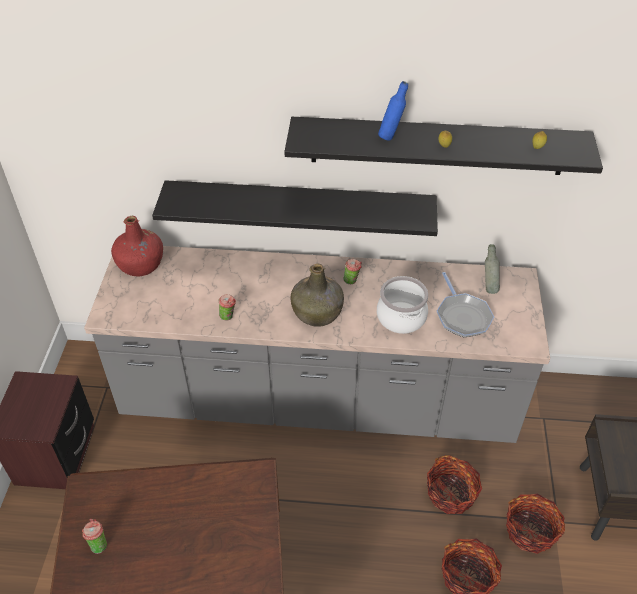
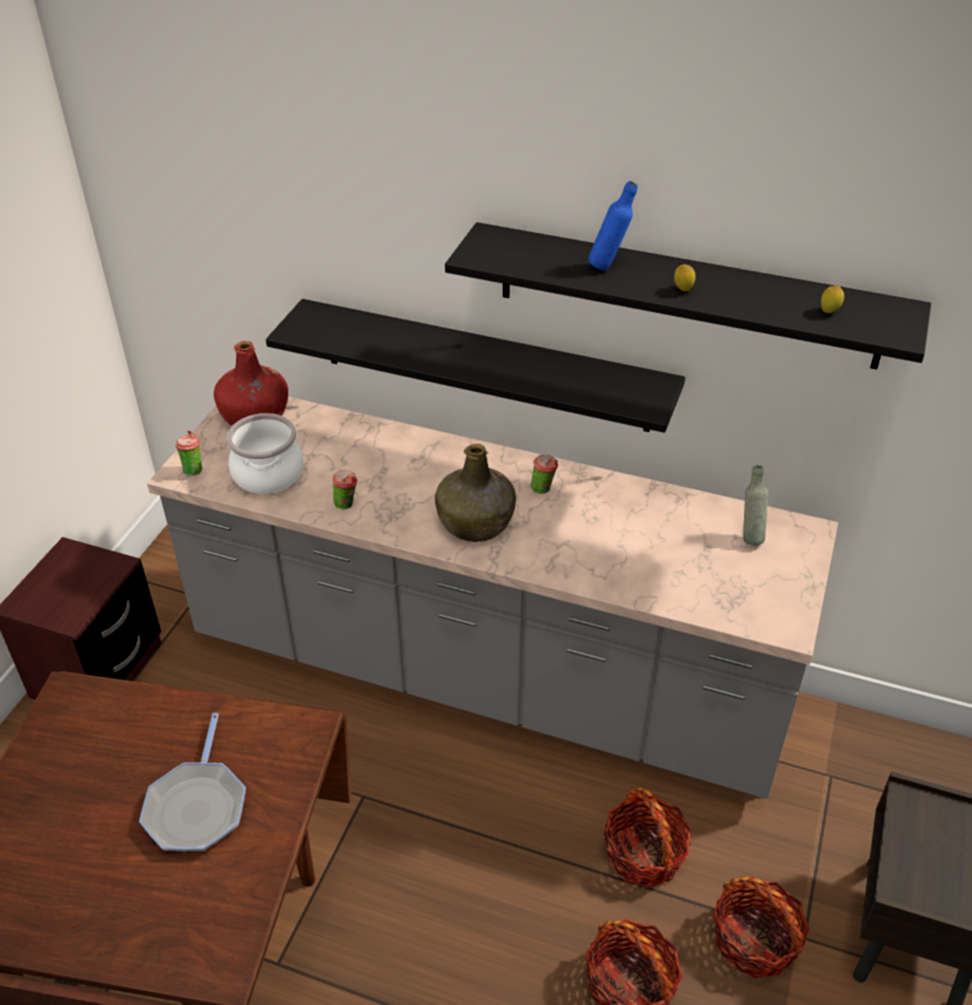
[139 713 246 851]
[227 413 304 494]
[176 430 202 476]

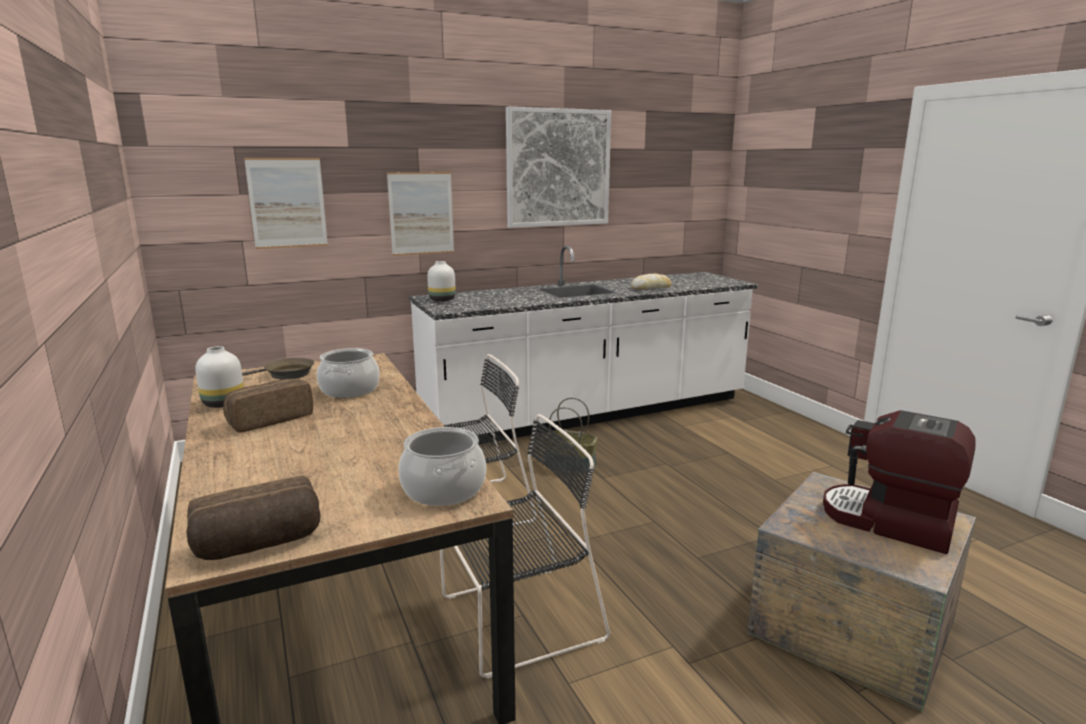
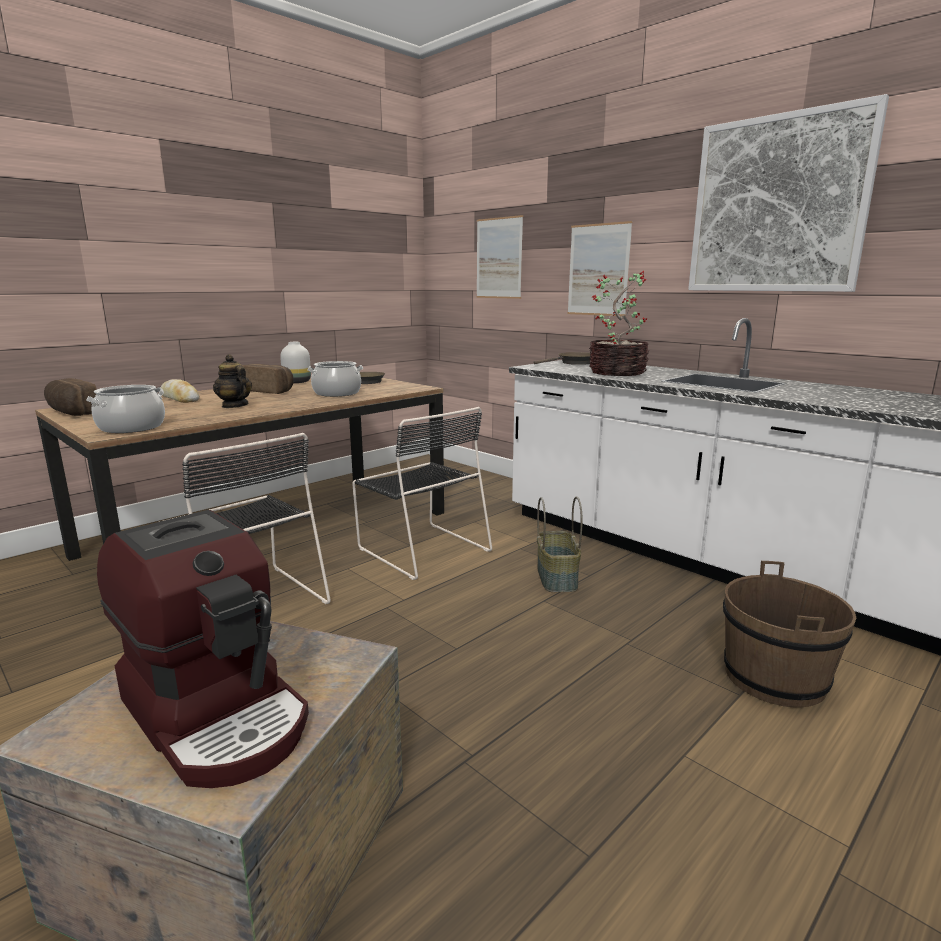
[534 352 590 365]
[160 379 200 403]
[97 510 309 788]
[589 270 649 376]
[213 354 252 408]
[723 561 856 708]

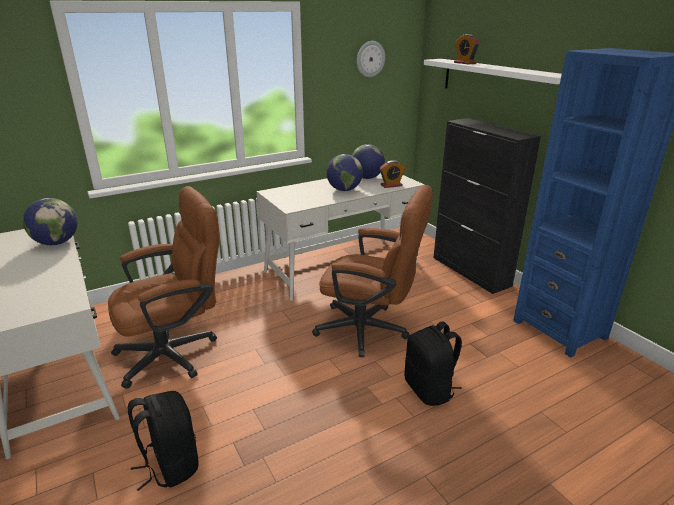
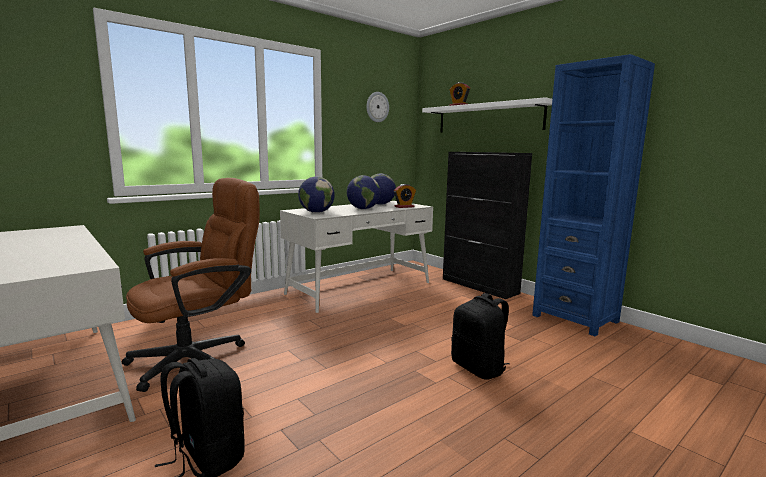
[312 185 433 357] (first image)
[298 177 335 213]

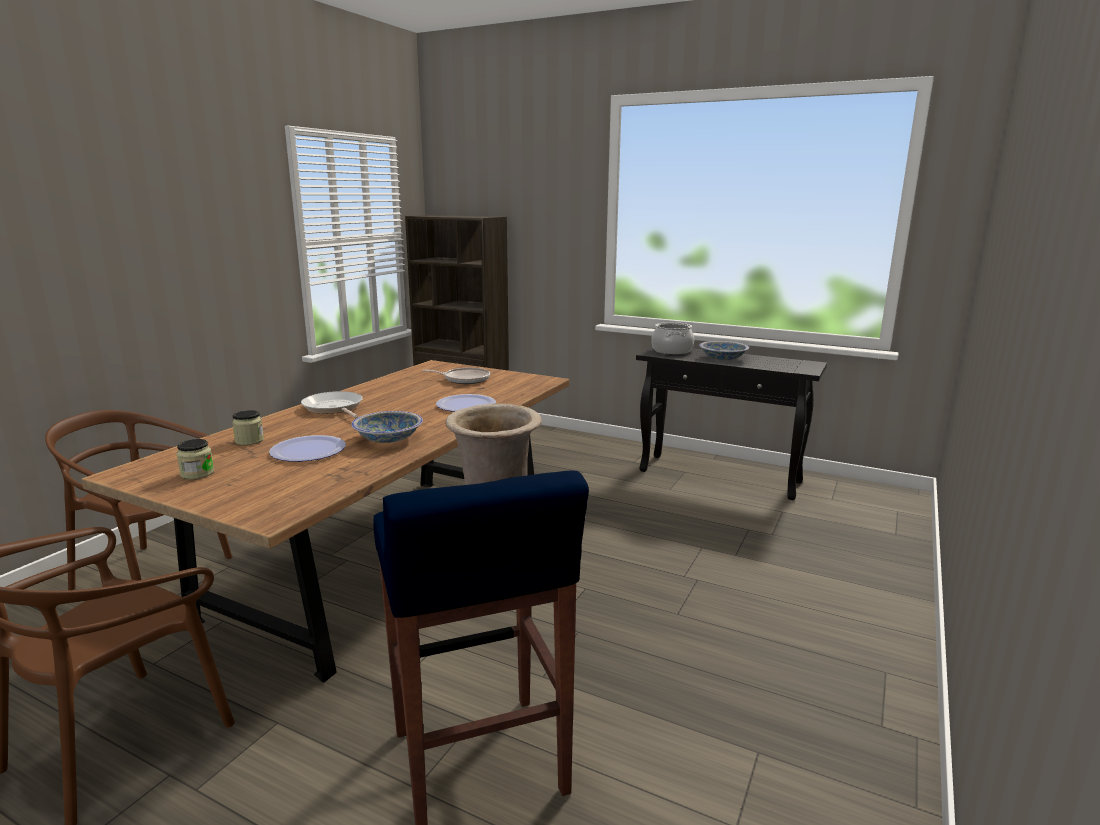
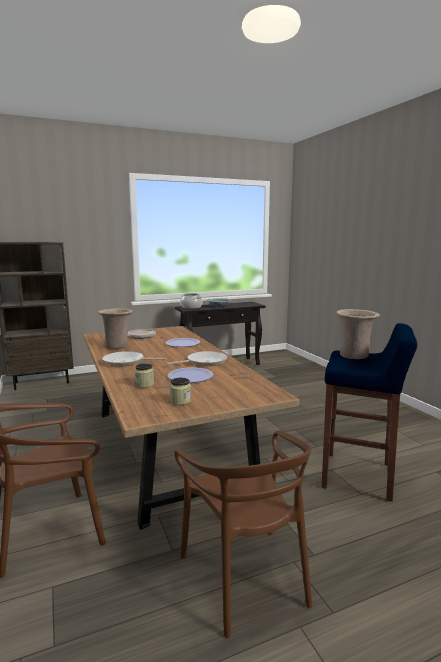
[167 351 227 366]
[98 308 133 349]

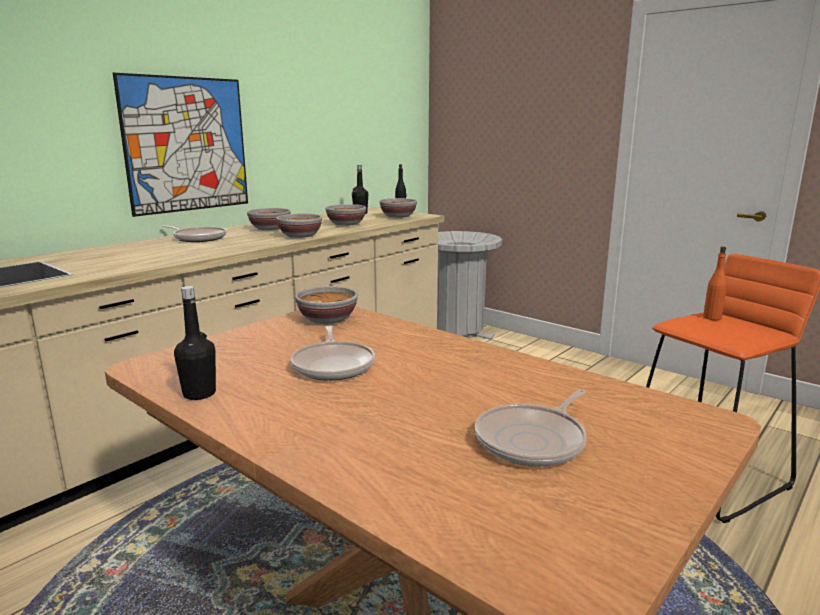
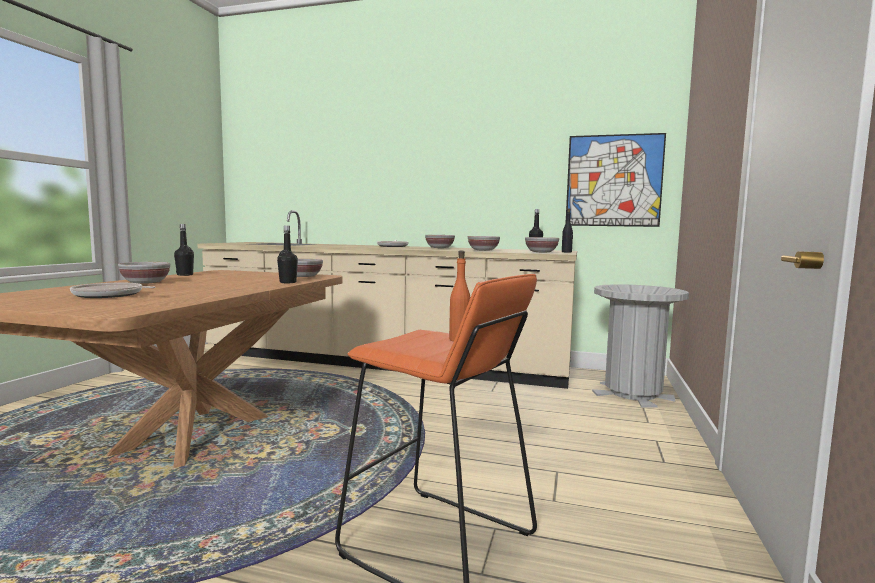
[565 133 666 227]
[118 262 170 284]
[290 326 375 381] (first image)
[277 226 298 283]

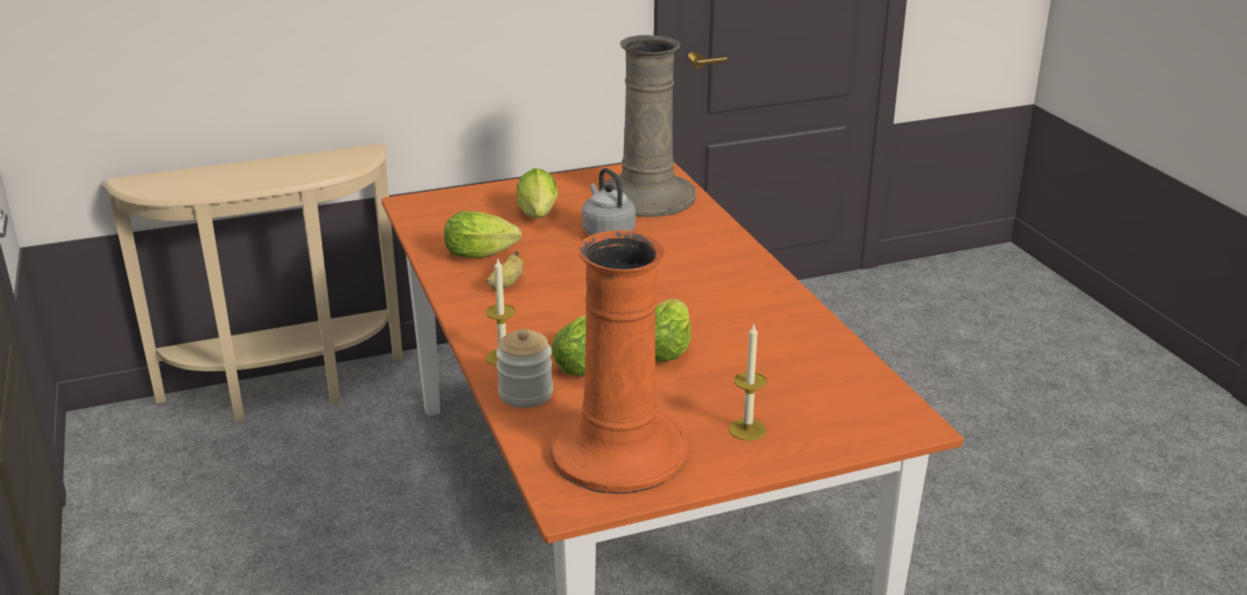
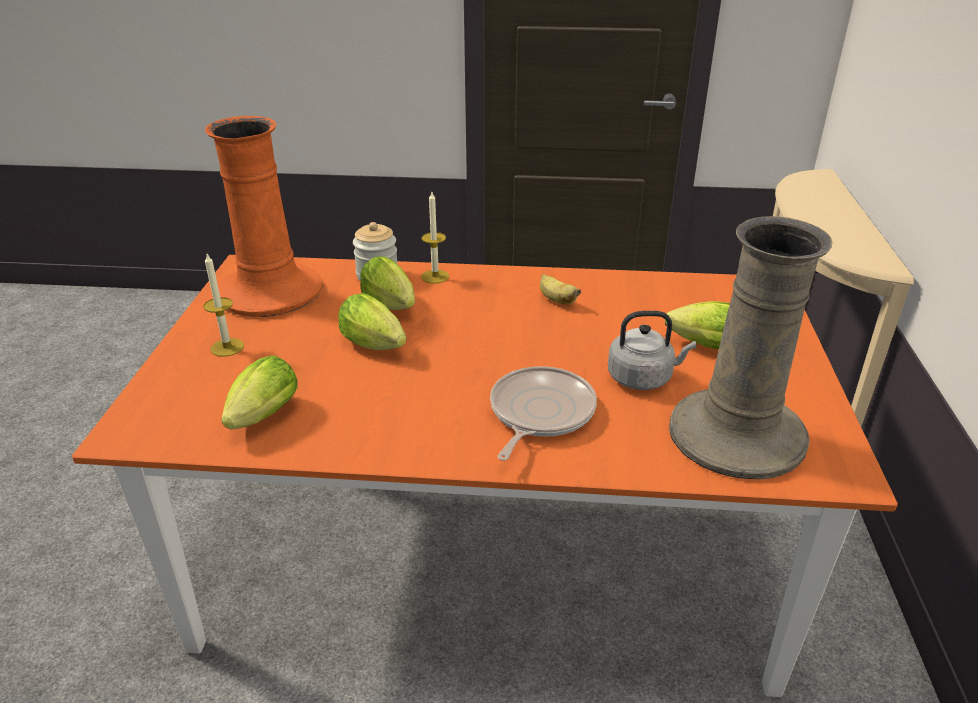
[221 356 298 430]
[490 366 597 461]

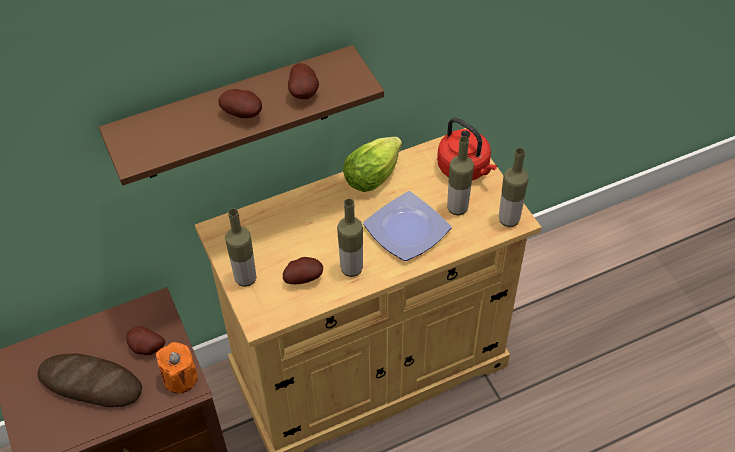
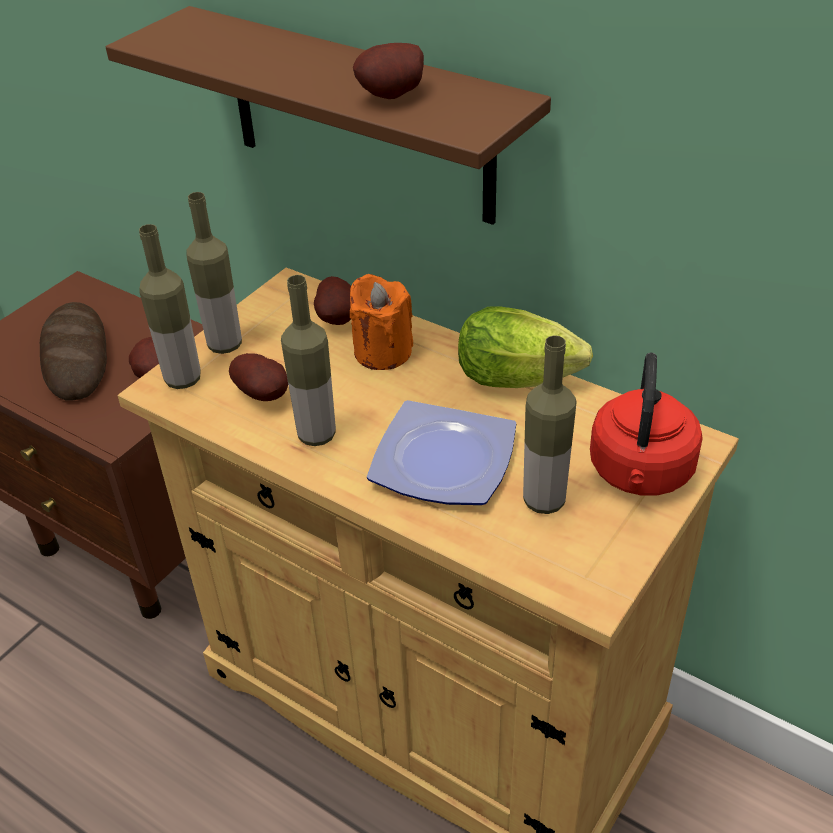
[314 276 351 325]
[139 224 201 389]
[350 274 413 370]

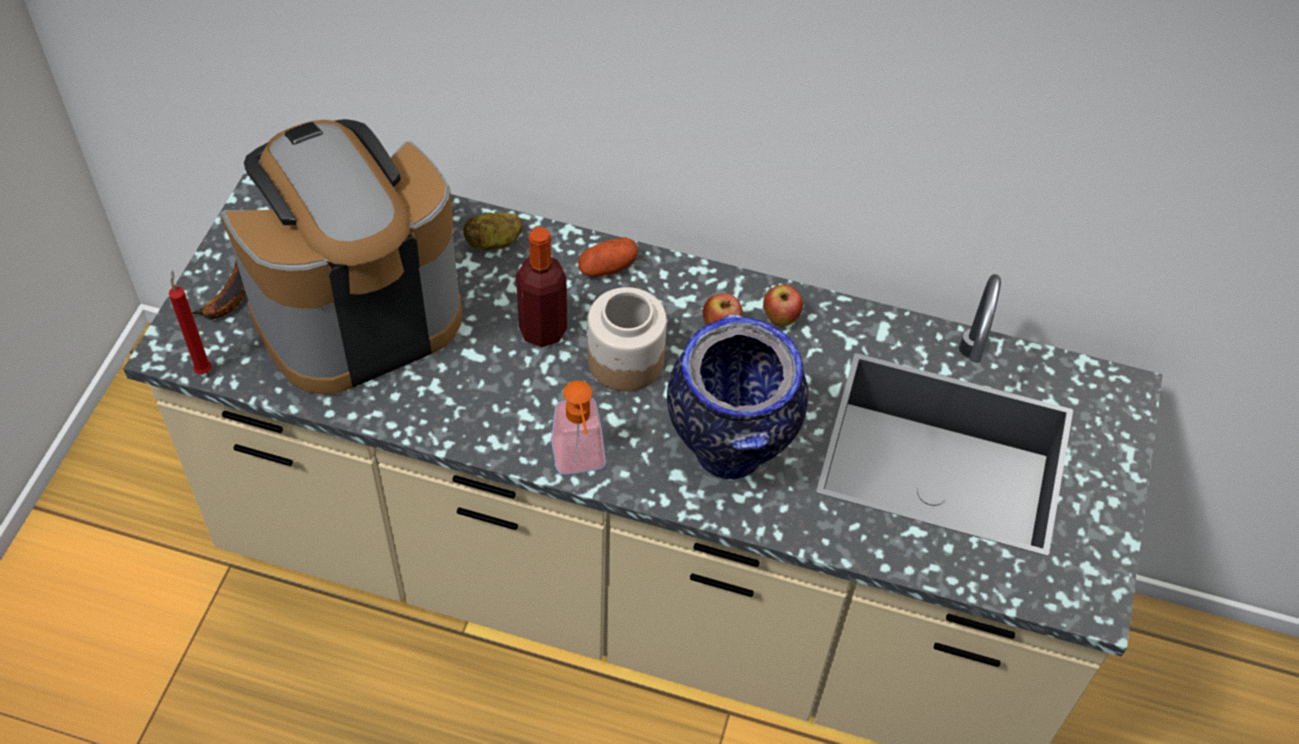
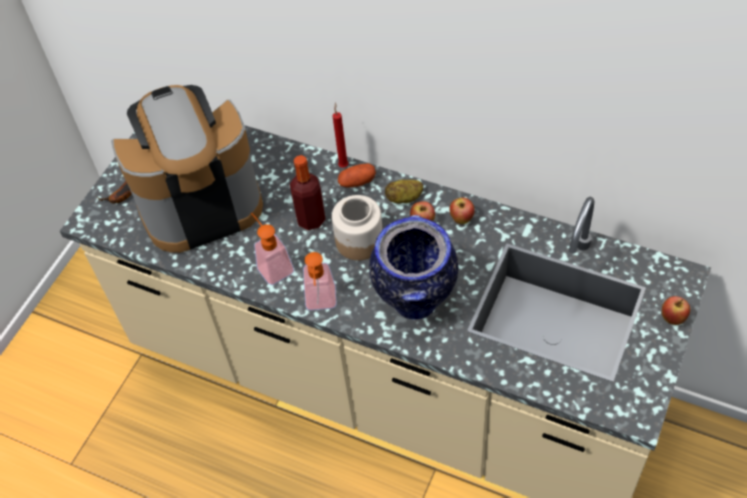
[385 179 423 204]
[333 102 349 168]
[251 213 294 285]
[662 296 690 325]

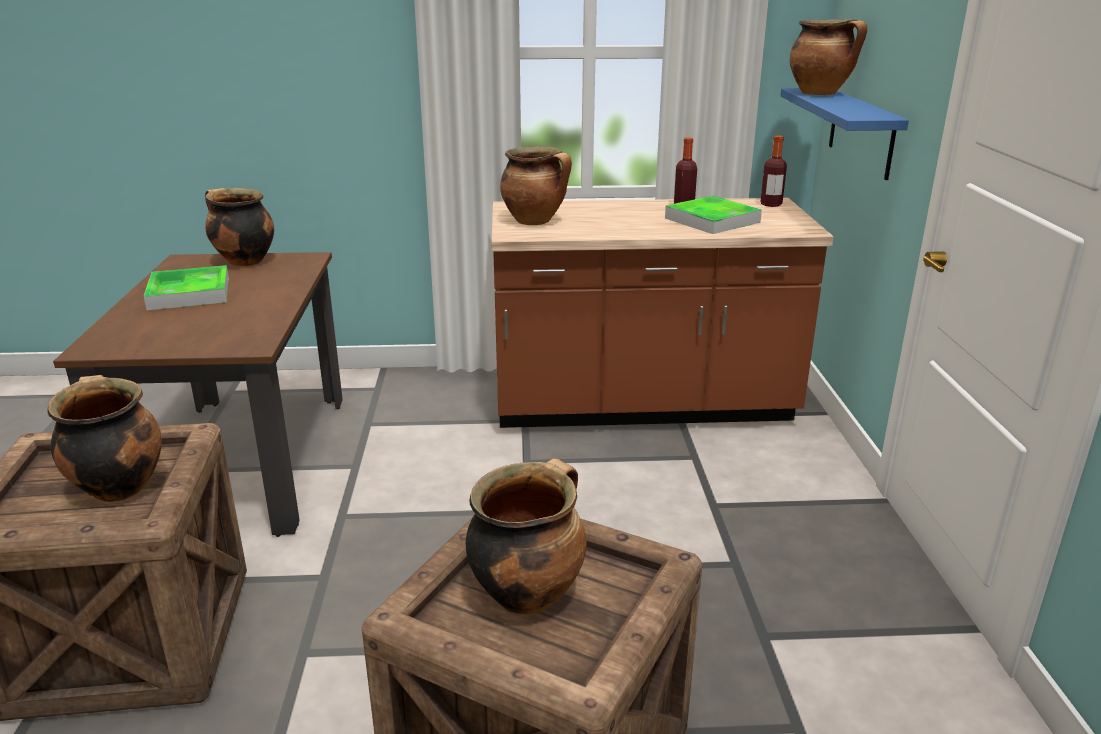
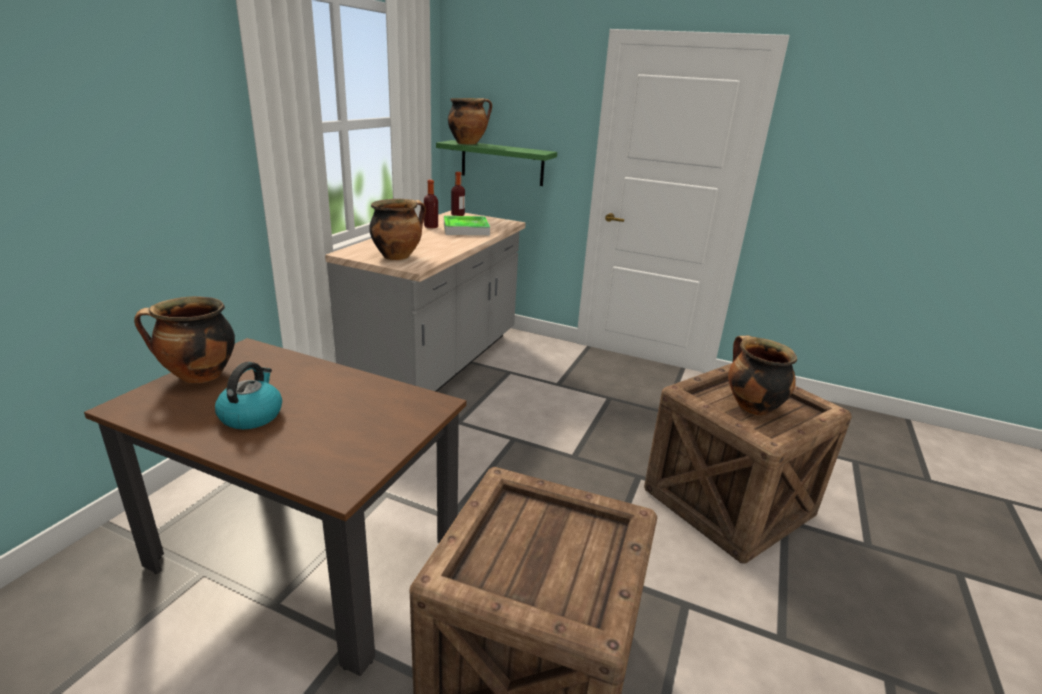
[436 140 557 186]
[325 211 526 392]
[215 362 282 429]
[48 375 162 502] (first image)

